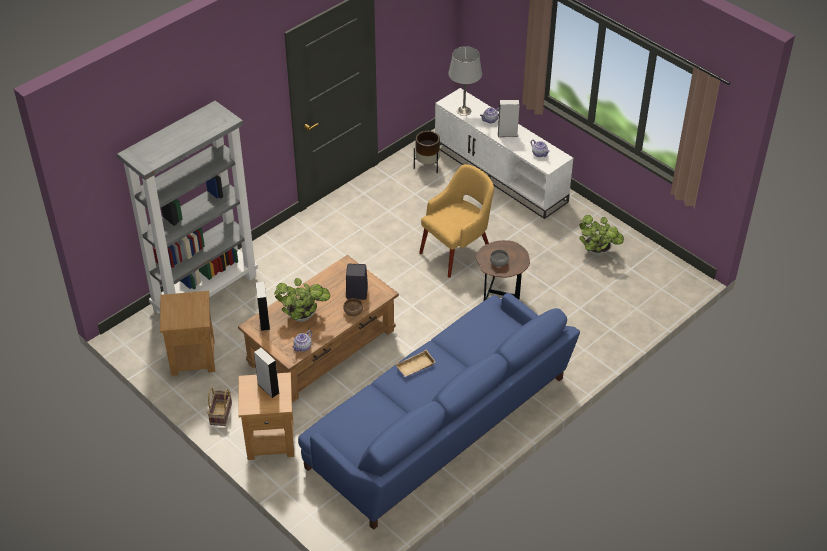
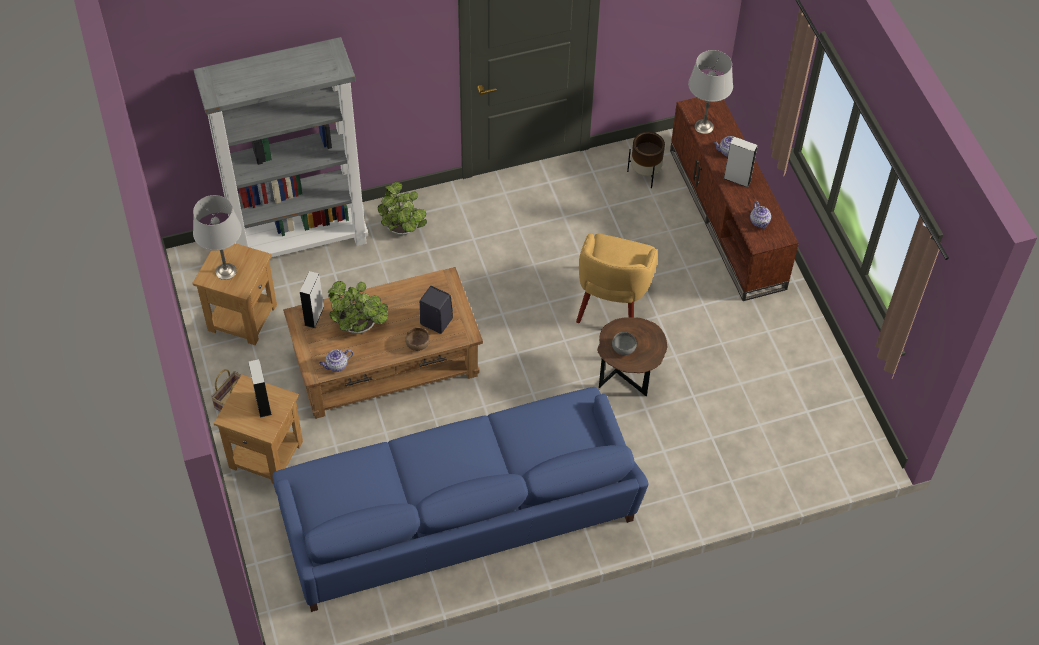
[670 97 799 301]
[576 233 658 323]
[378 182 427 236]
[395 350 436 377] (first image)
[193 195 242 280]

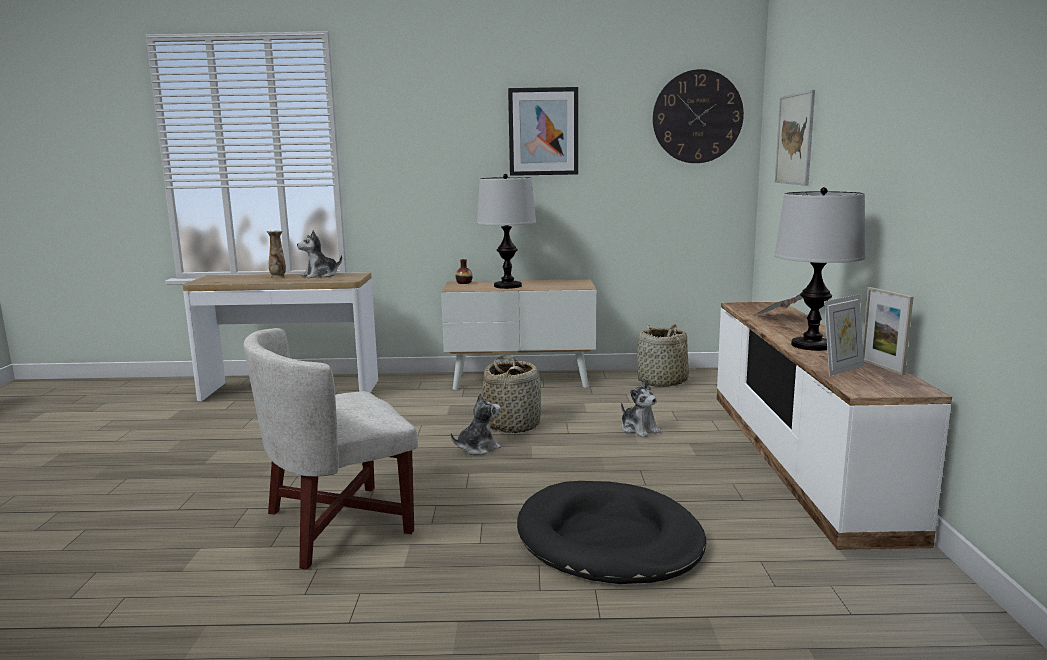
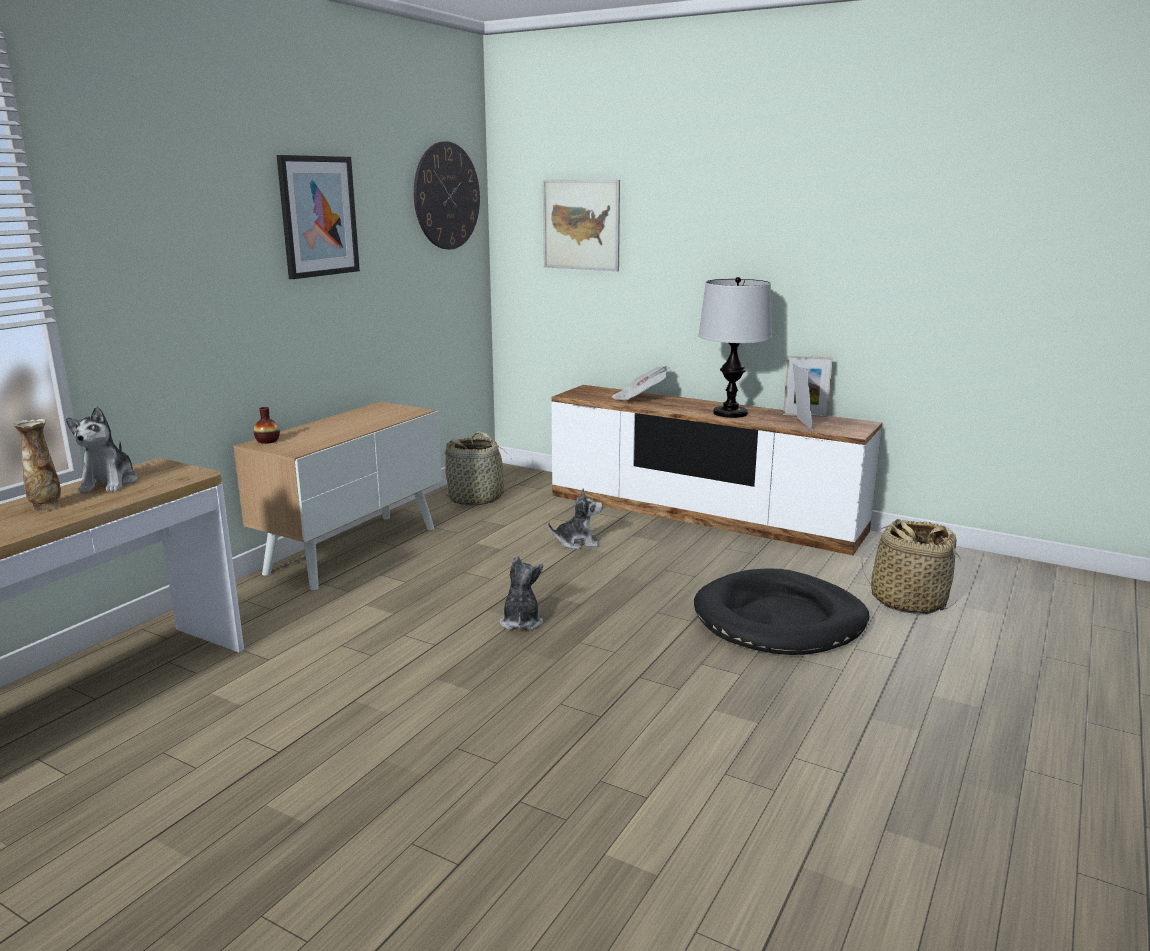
[477 174 536 289] (first image)
[244 328 418 569] (first image)
[862 519 961 614]

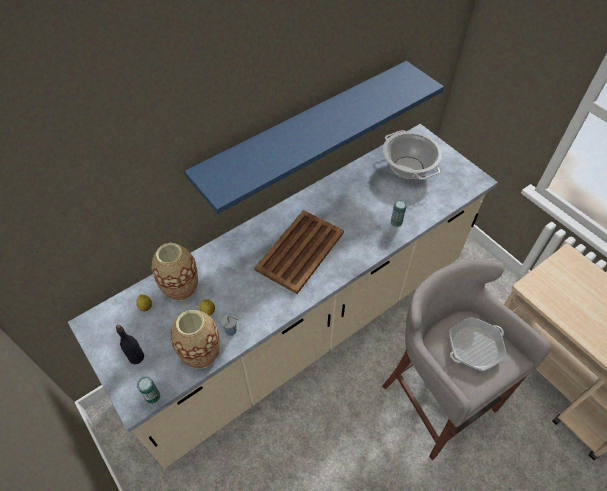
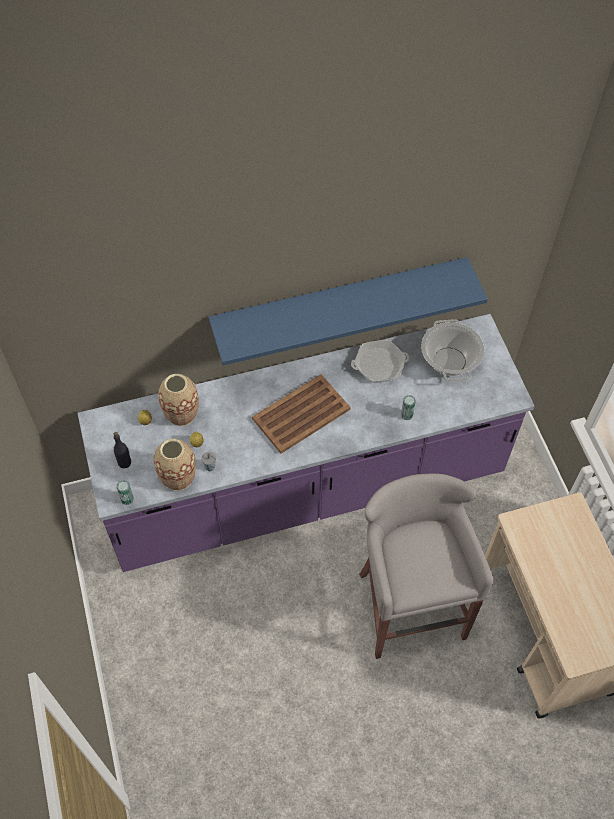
[77 314 535 572]
[351 340 409 383]

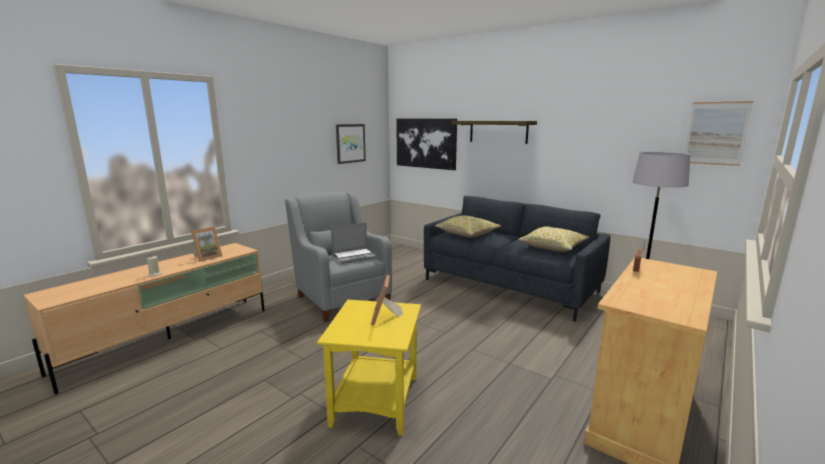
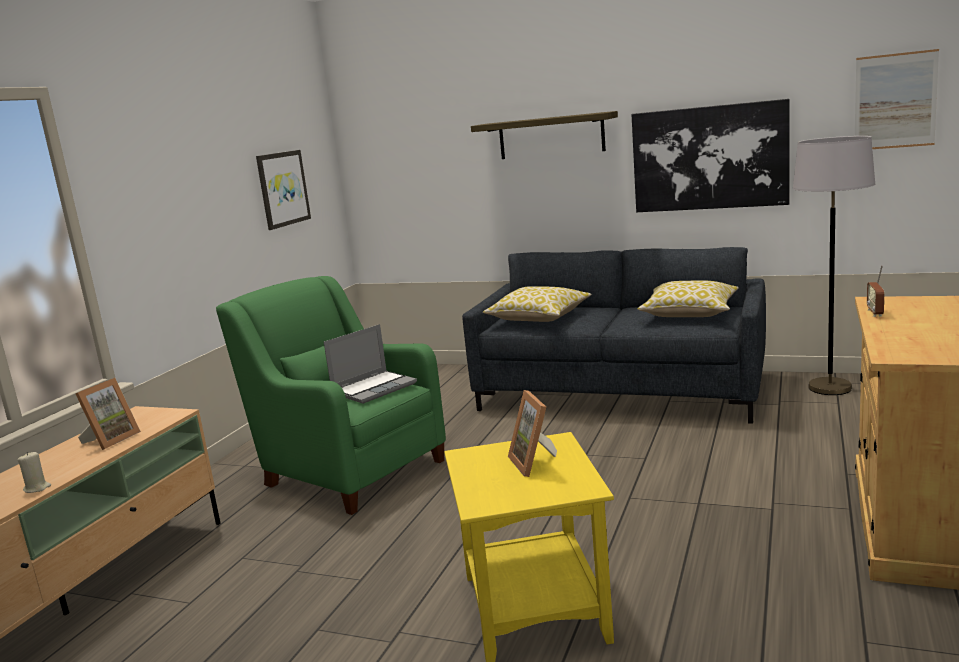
[632 99 790 212]
[216 276 446 515]

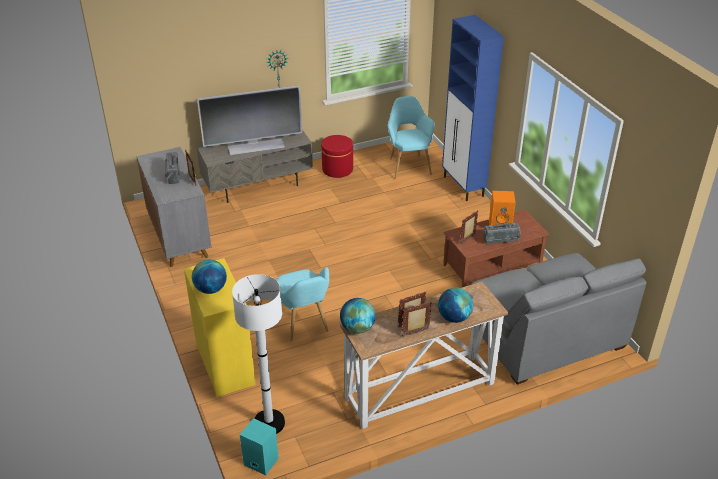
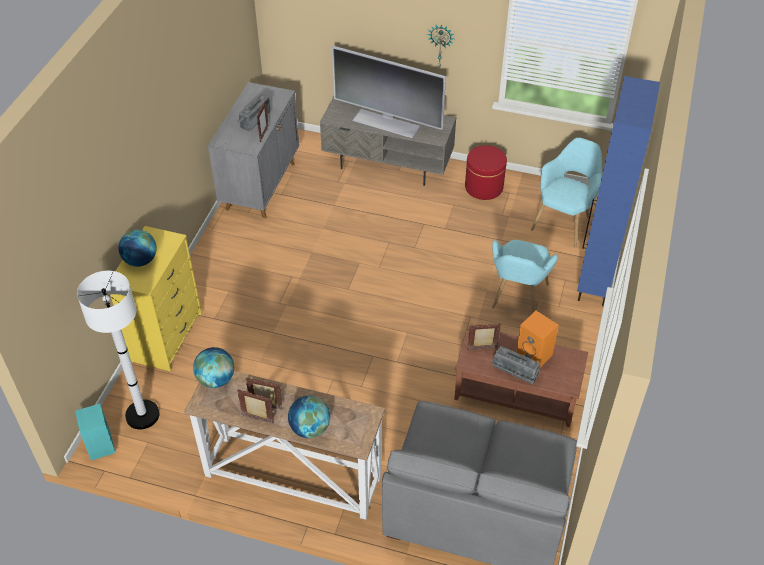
[492 240 558 314]

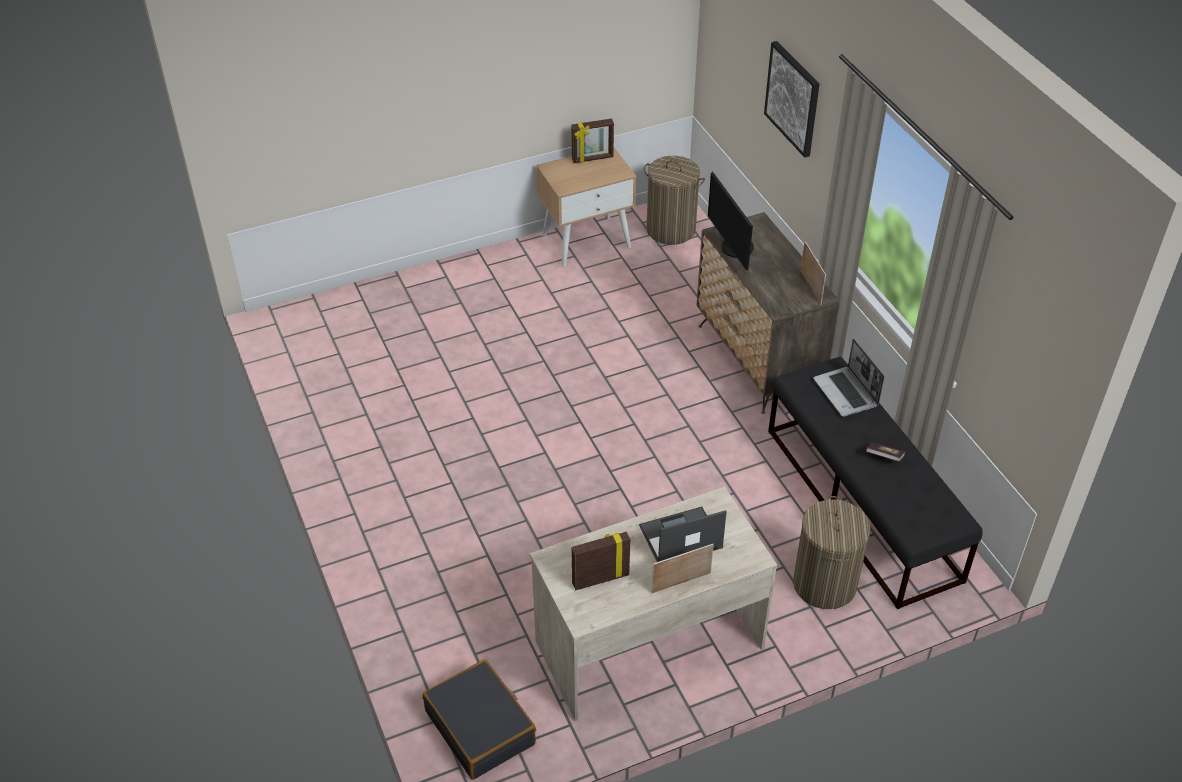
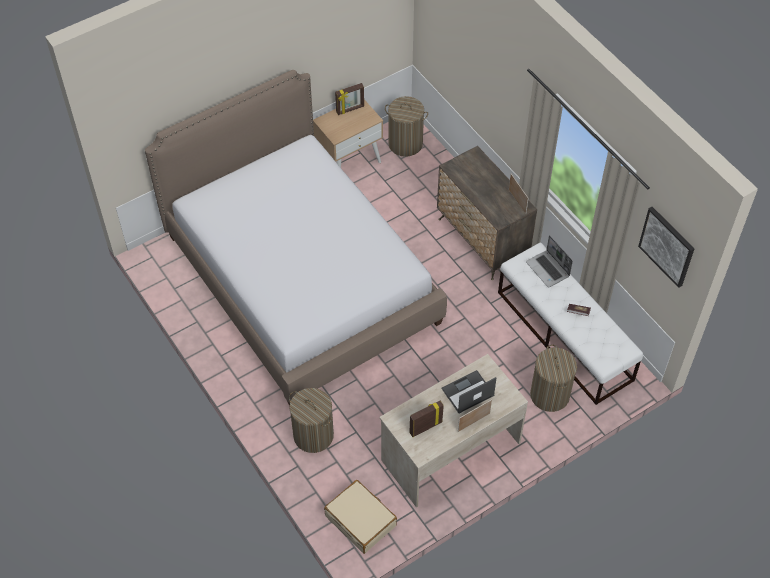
[638 207 694 288]
[708 171 754 270] (first image)
[498 242 643 405]
[324 480 397 554]
[145 70 447 406]
[289 388 334 453]

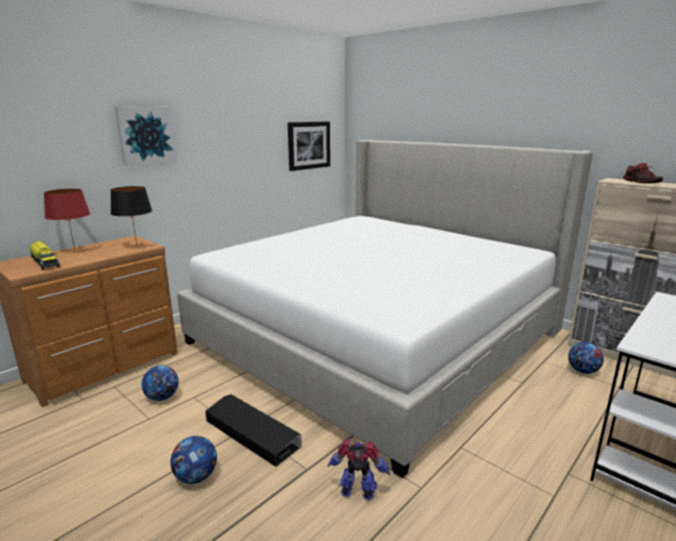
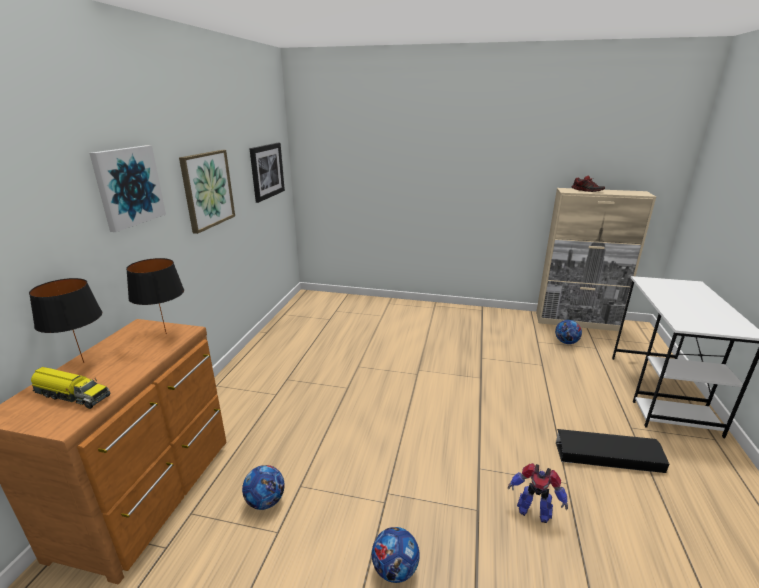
[177 140 593 478] (first image)
[29 278 102 363]
[556 429 669 473]
[508 463 568 523]
[179 150 235 234]

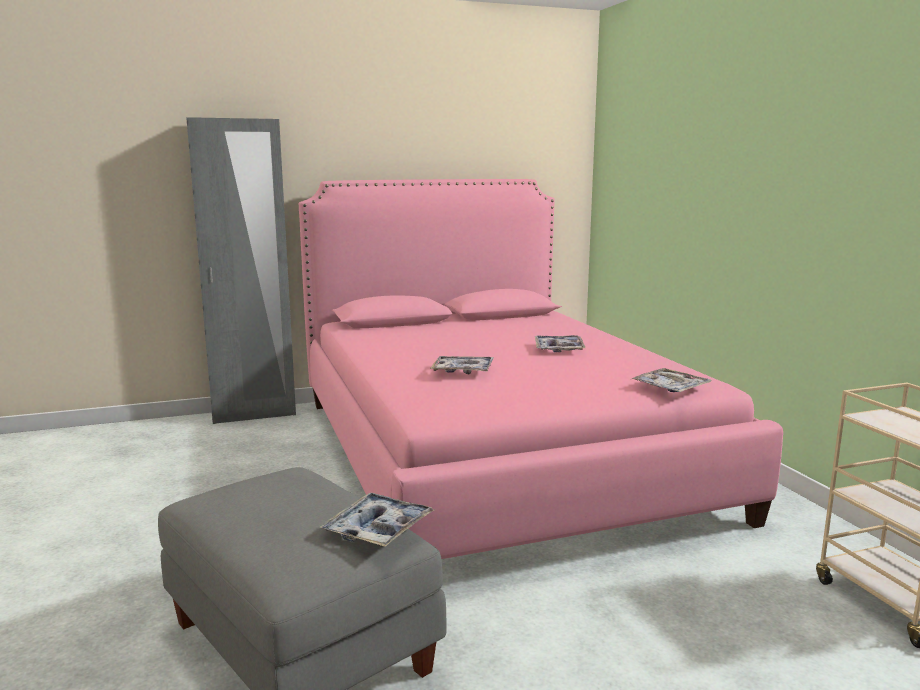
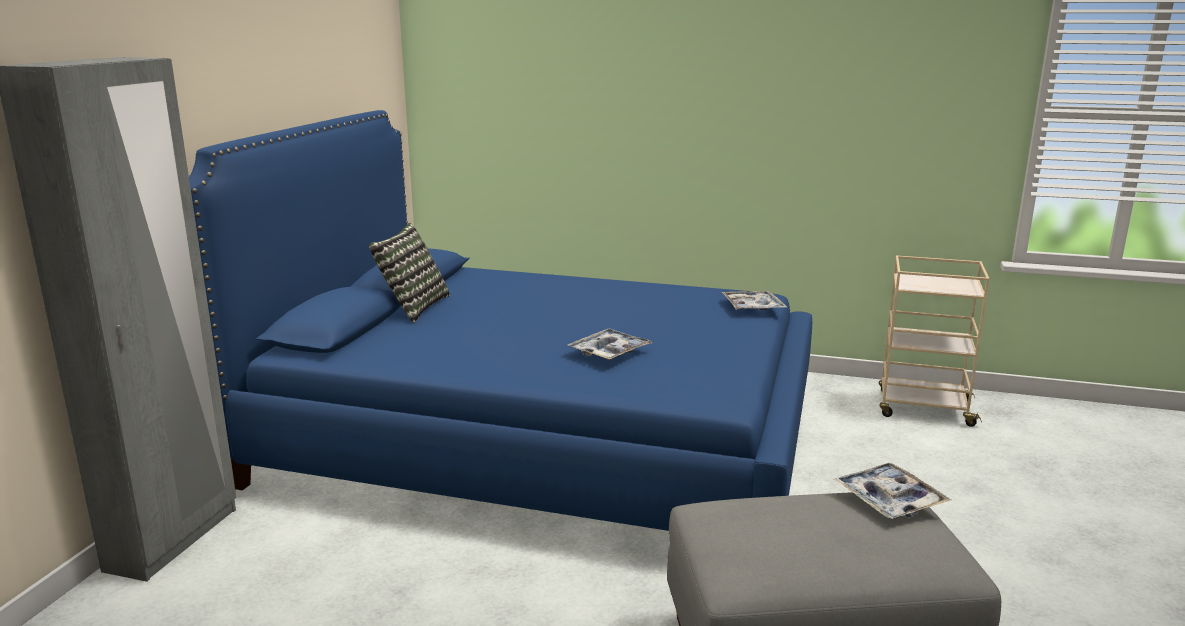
[189 110 812 531]
[535 335 585 352] (first image)
[369 223 450 323]

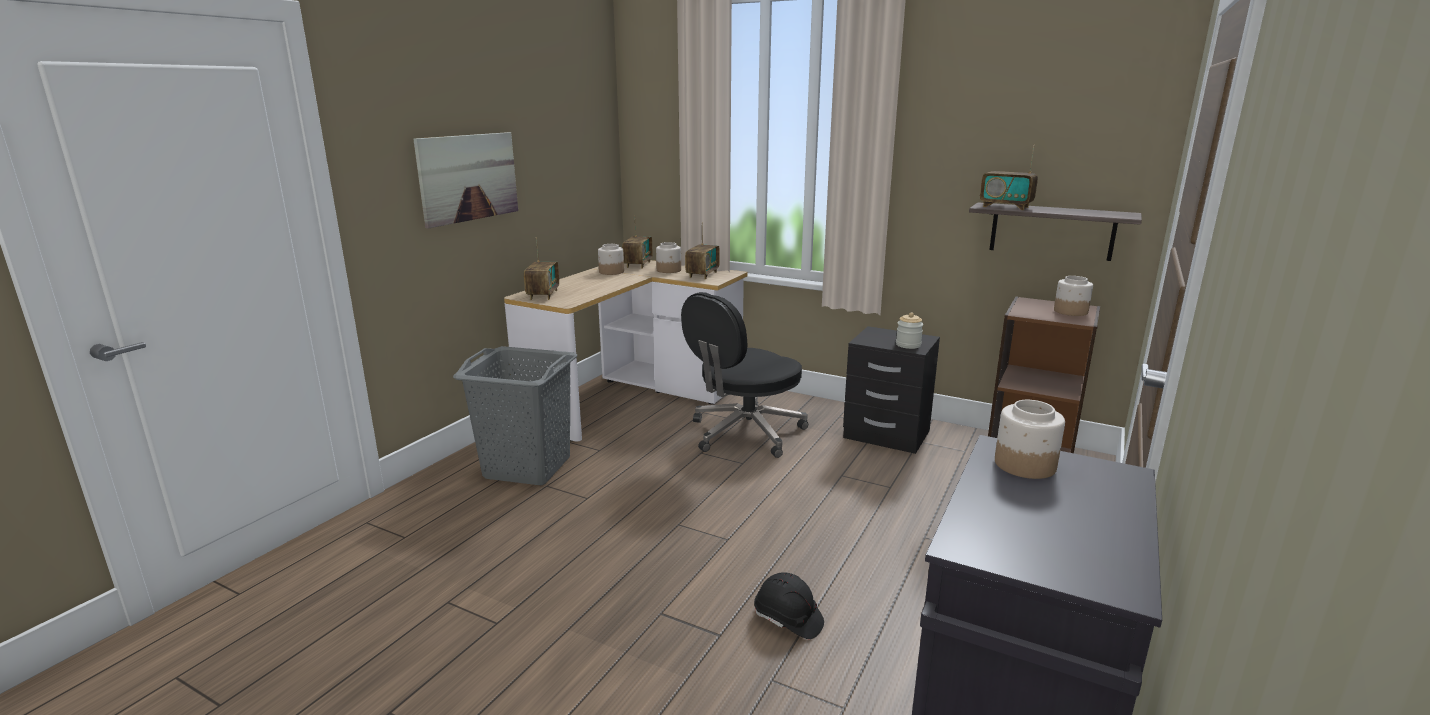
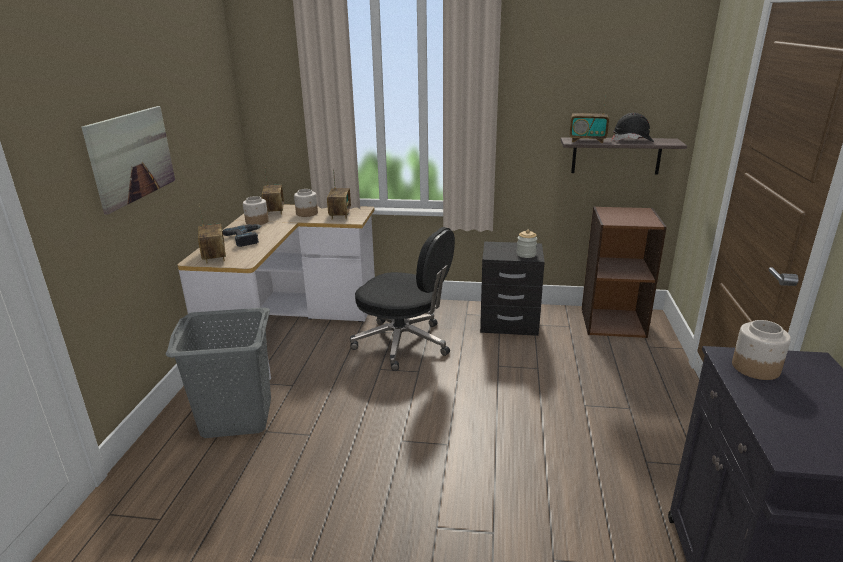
[1054 276 1093 316] (first image)
[350 227 455 371]
[611 113 654 142]
[222 224 261 247]

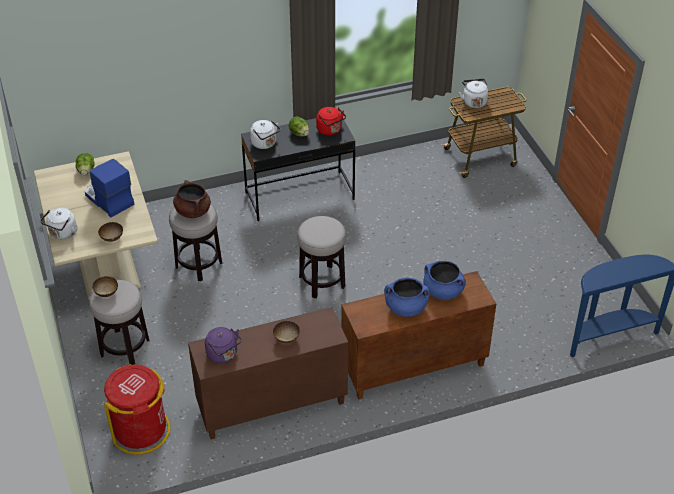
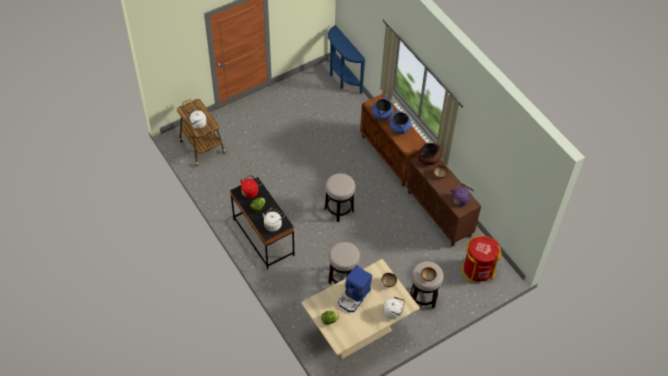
[418 143 441 165]

